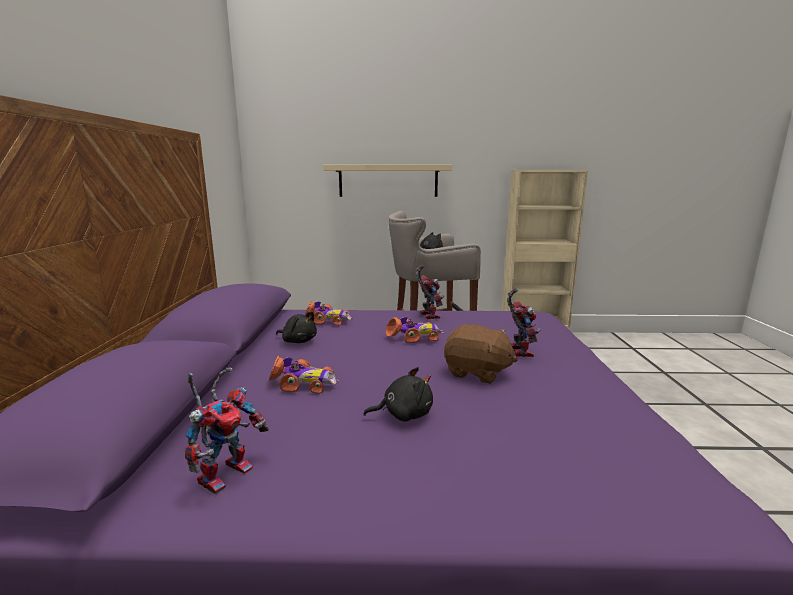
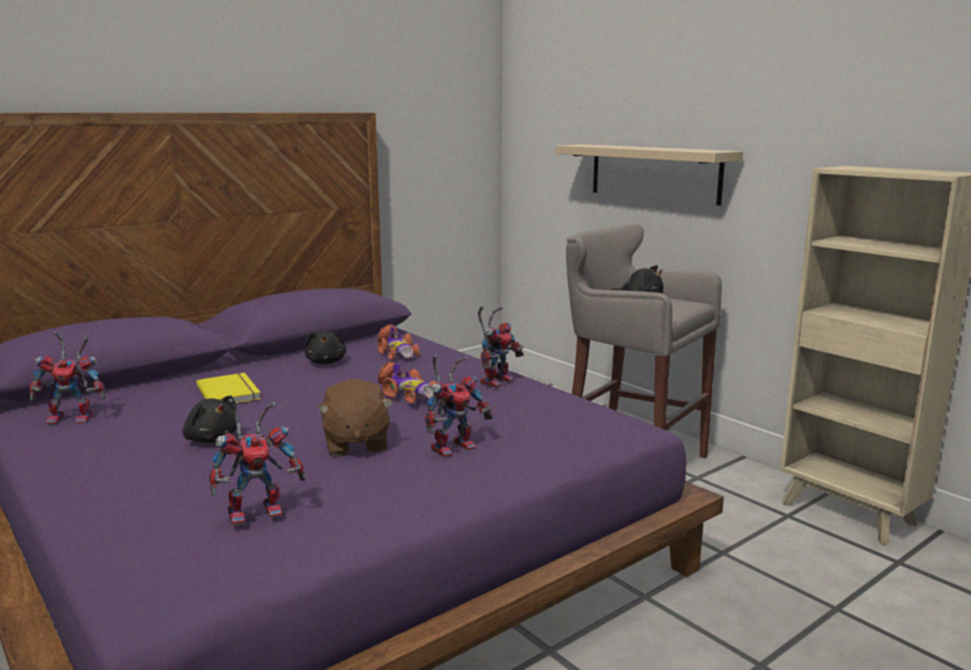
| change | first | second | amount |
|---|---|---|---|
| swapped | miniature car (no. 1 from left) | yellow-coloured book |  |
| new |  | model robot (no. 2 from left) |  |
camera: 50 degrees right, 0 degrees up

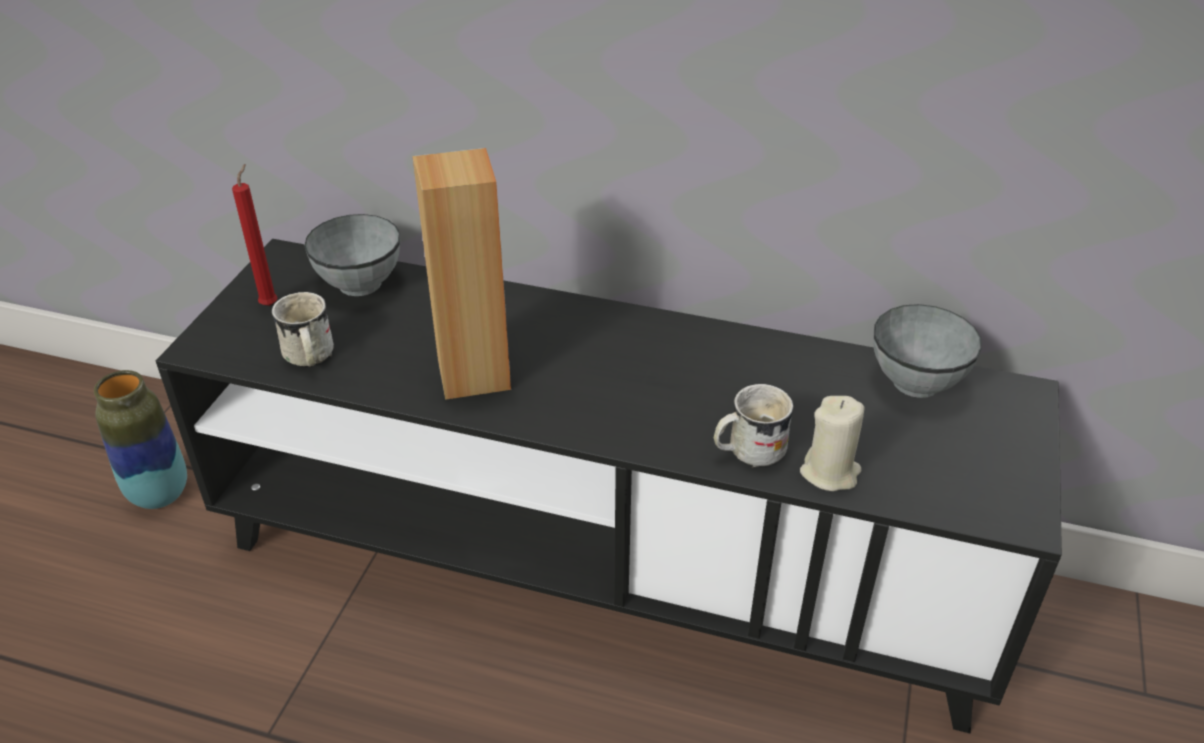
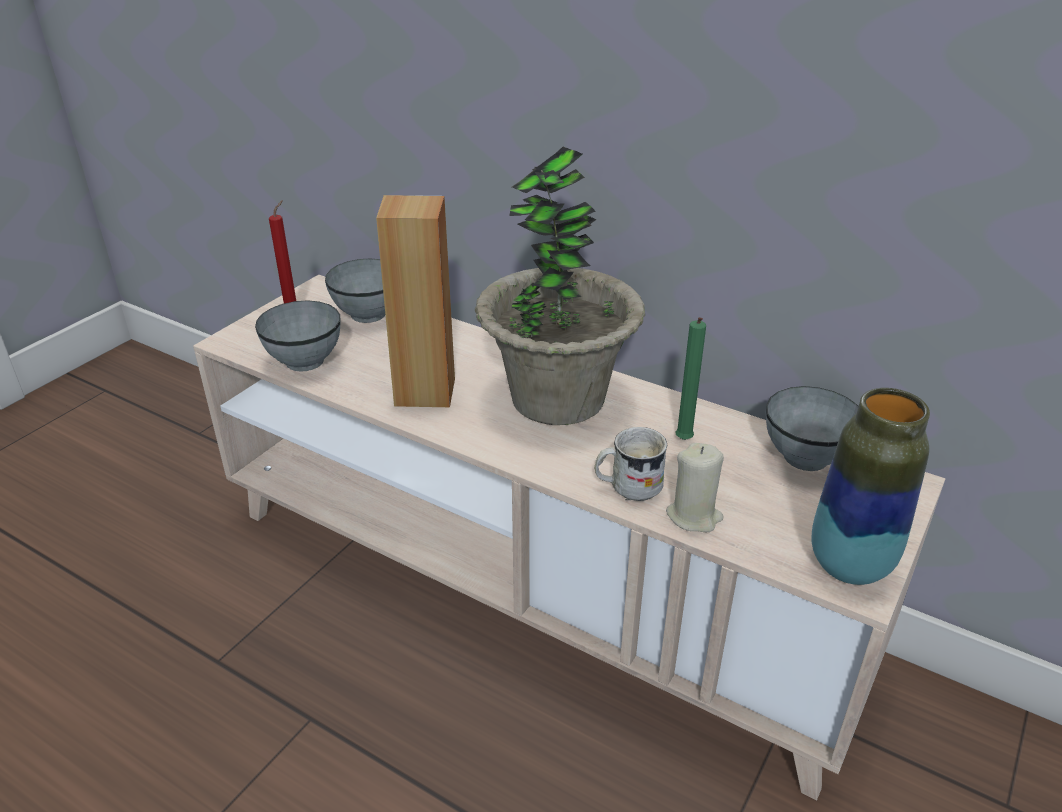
| change | first | second | amount |
|---|---|---|---|
| repainted | blackish media console | beige media console |  |
| swapped | white mug (no. 1 from left) | gray bowl (no. 1 from left) |  |
| new |  | houseplant |  |
| new |  | greenish wax candle |  |
| shifted | decorative vase |  |  |
camera: 15 degrees right, 5 degrees down

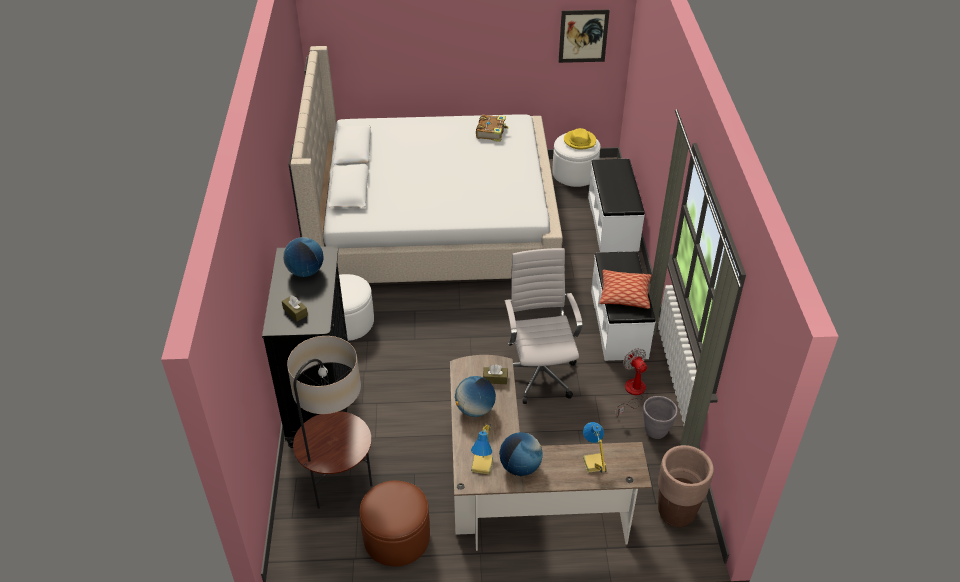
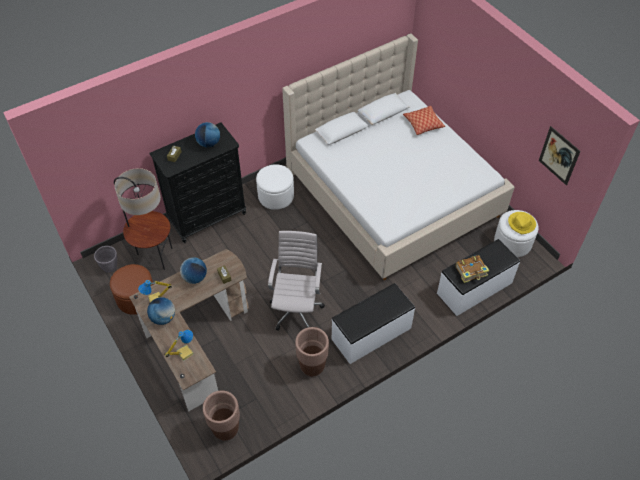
| change | first | second | amount |
|---|---|---|---|
| shifted | gray planter |  |  |
| rotated | white desk chair |  | 45 degrees counterclockwise |
| swapped | electric fan | brownish planter (no. 2 from left) |  |
| shifted | cushion |  |  |
| shifted | book |  |  |
camera: 60 degrees right, 10 degrees up

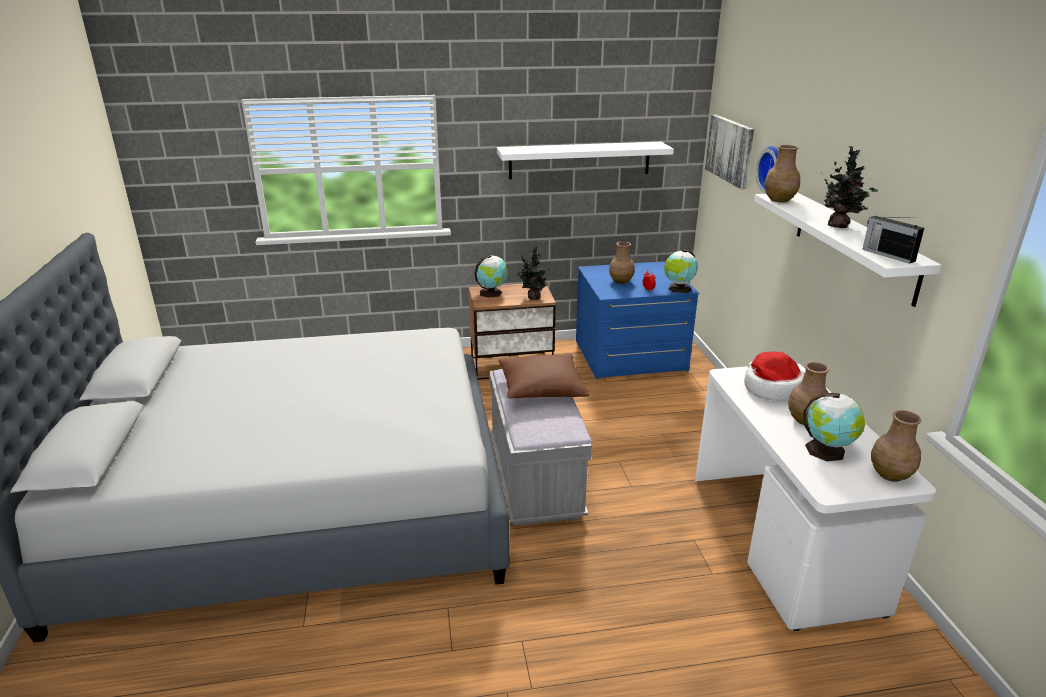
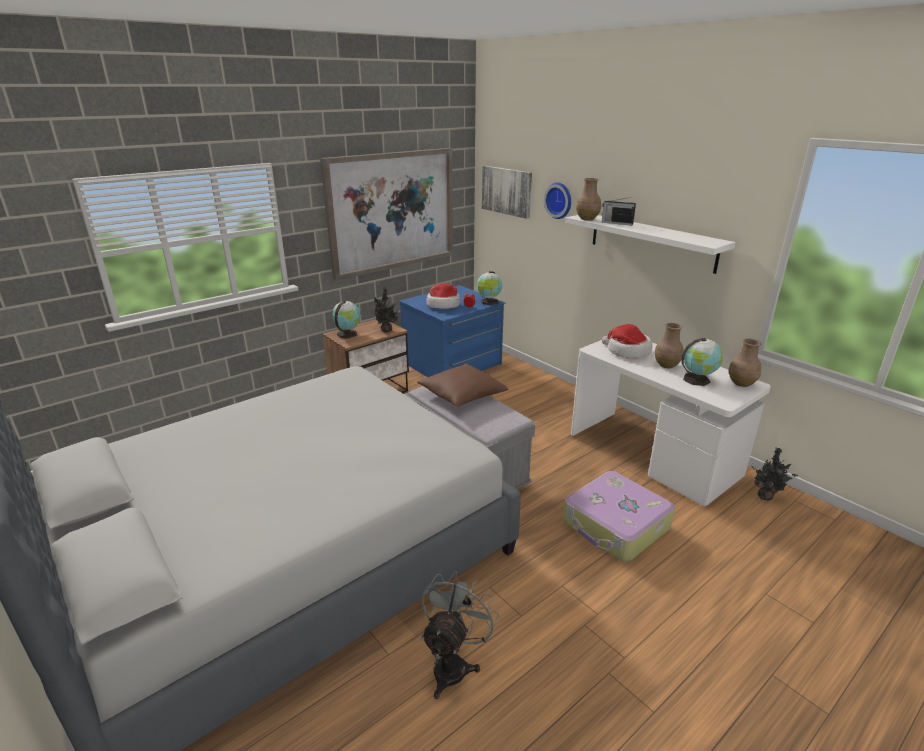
| change | first | second | amount |
|---|---|---|---|
| swapped | white wall shelf (no. 1 from left) | wall art (no. 1 from left) |  |
| new |  | gray electric fan |  |
| swapped | brownish decorative vase (no. 1 from left) | hat (no. 1 from left) |  |
| new |  | piece of luggage |  |
| shifted | radio set |  |  |
| shifted | houseplant (no. 2 from left) |  |  |
camera: 30 degrees left, 0 degrees up

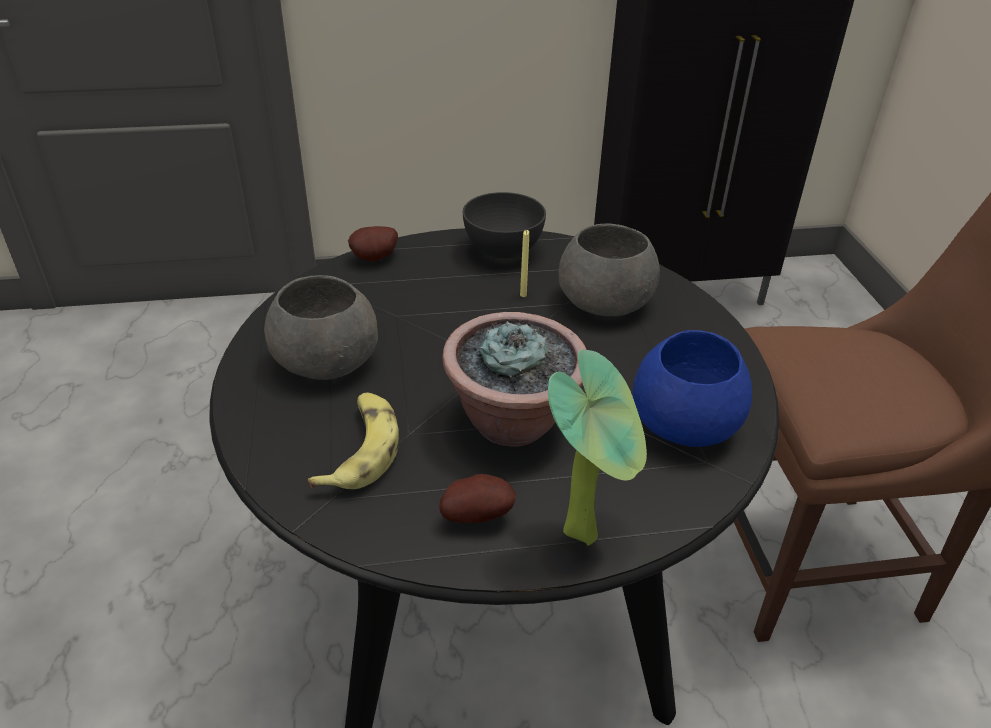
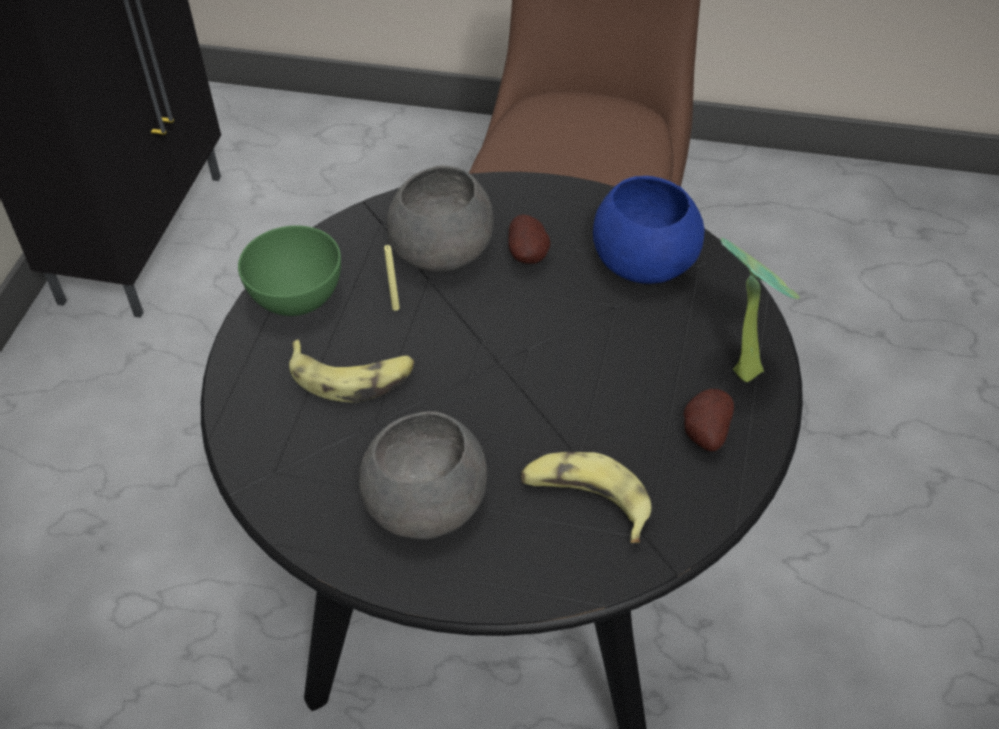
| change | first | second | amount |
|---|---|---|---|
| repainted | gray bowl (no. 2 from left) | greenish bowl |  |
| new |  | banana fruit (no. 1 from left) |  |
| shifted | potato (no. 1 from left) |  |  |
| gone | houseplant (no. 1 from left) |  |  |
camera: 65 degrees left, 10 degrees up

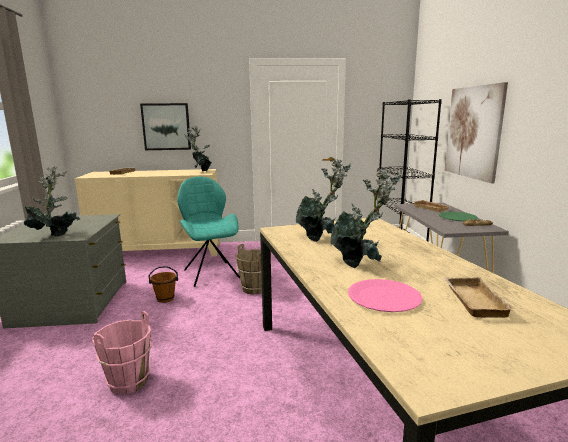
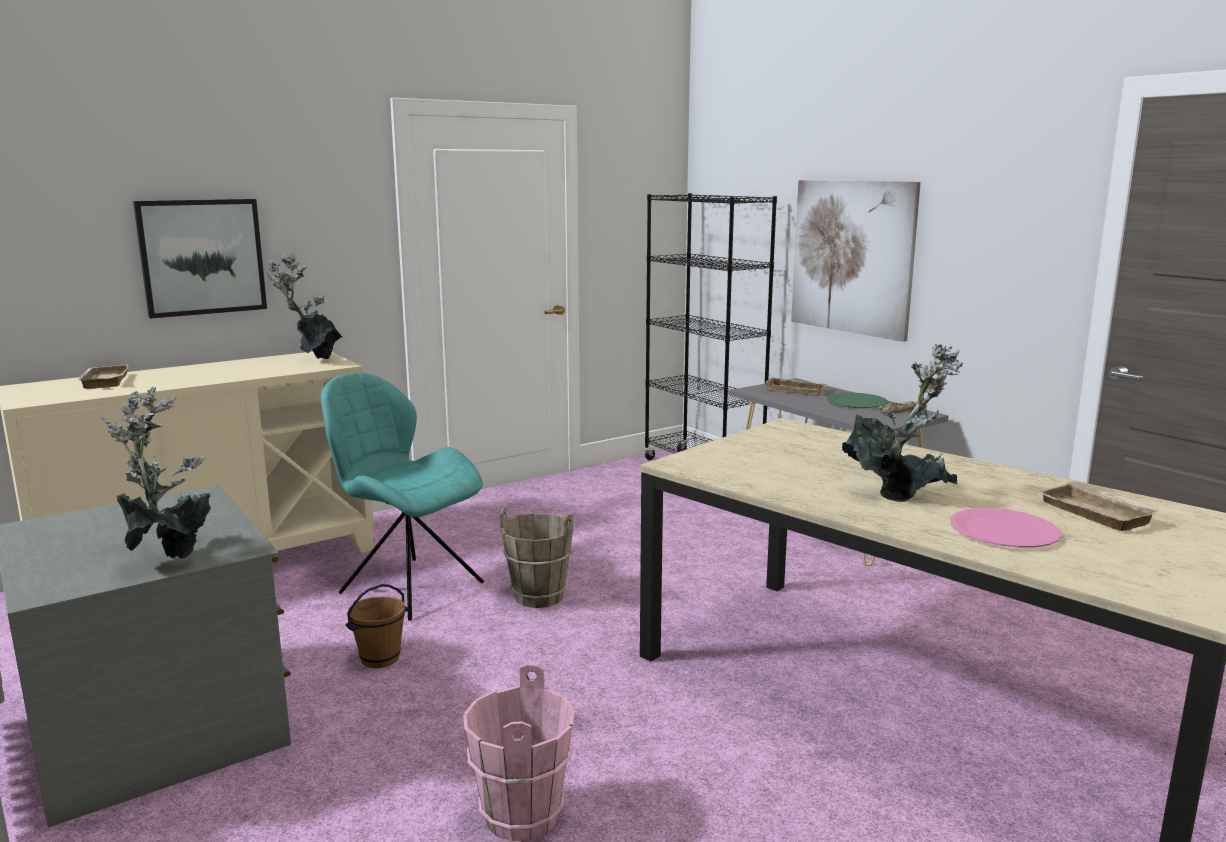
| change | first | second | amount |
|---|---|---|---|
| gone | houseplant (no. 3 from left) |  |  |
camera: 30 degrees left, 0 degrees up

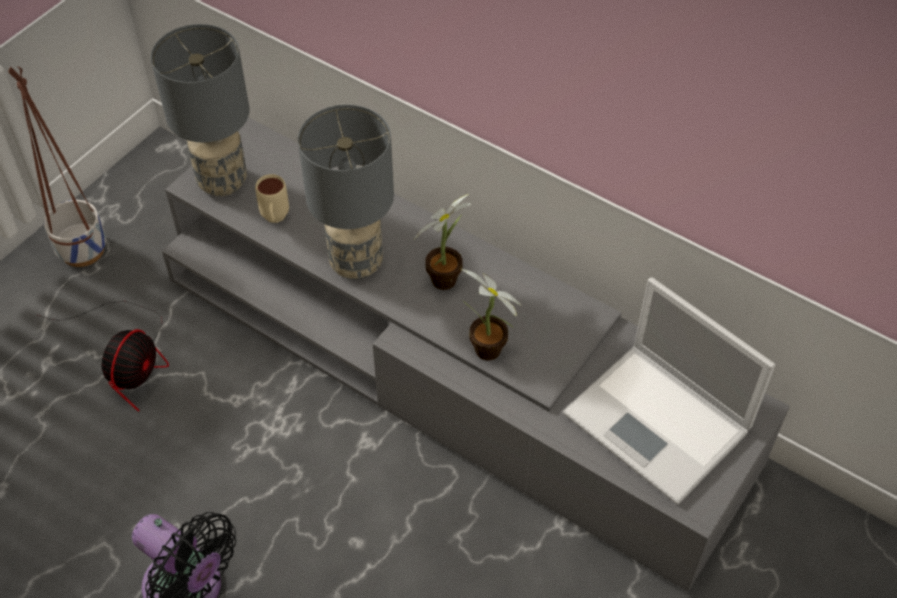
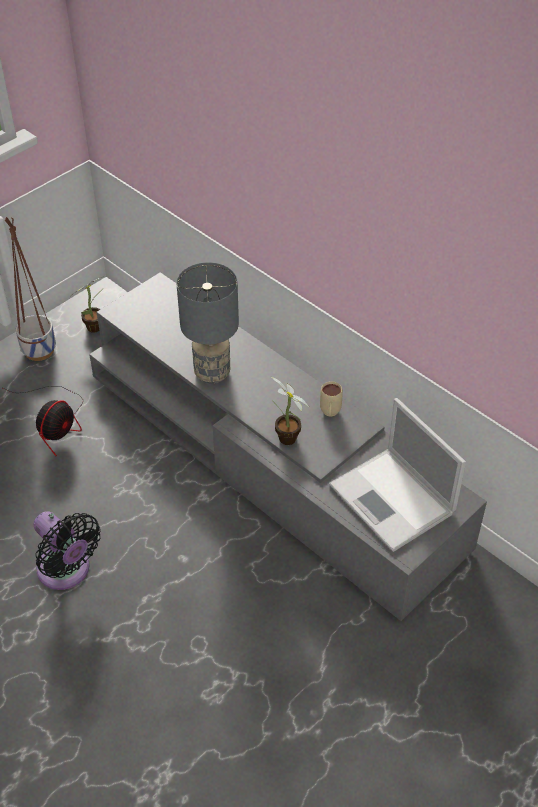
| change | first | second | amount |
|---|---|---|---|
| shifted | houseplant (no. 1 from left) |  |  |
| shifted | beige mug |  |  |
| gone | gray tabletop lamp (no. 1 from left) |  |  |
camera: 10 degrees right, 5 degrees down

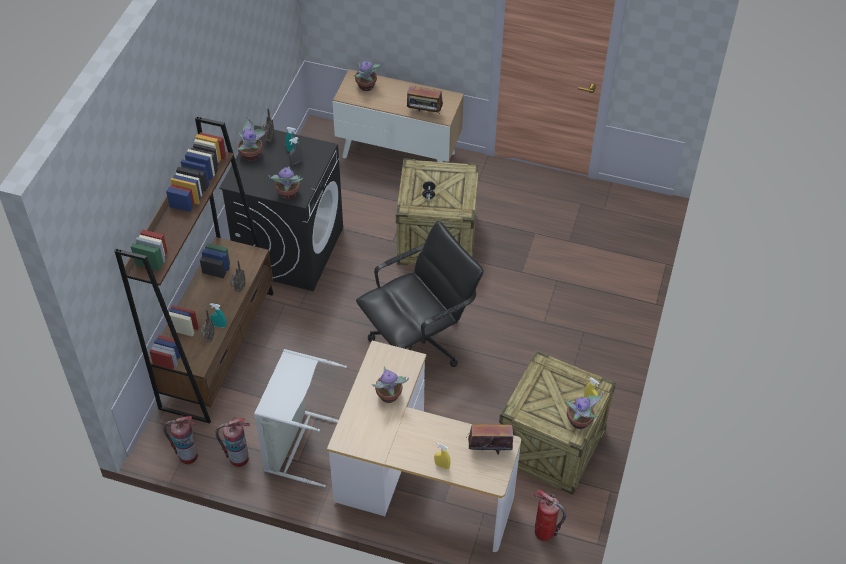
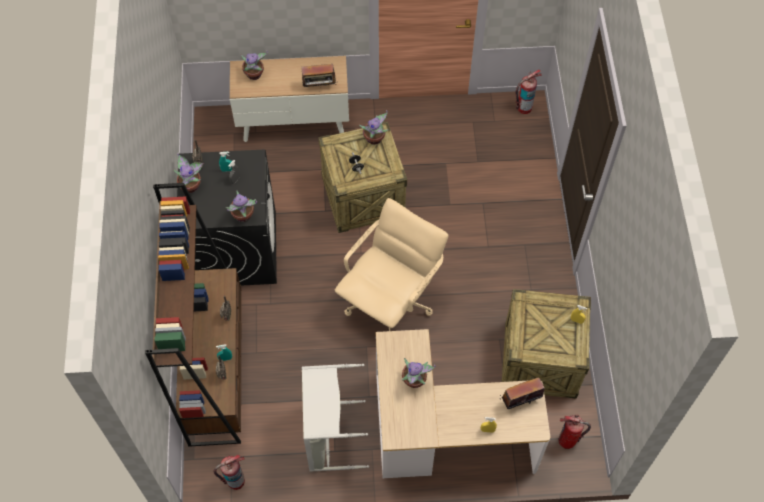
| change | first | second | amount |
|---|---|---|---|
| repainted | blackish desk chair | beige desk chair |  |
| shifted | houseplant (no. 5 from left in the first image) | houseplant (no. 4 from left) |  |
| shifted | extinguisher (no. 2 from left) |  |  |
camera: 20 degrees left, 10 degrees up

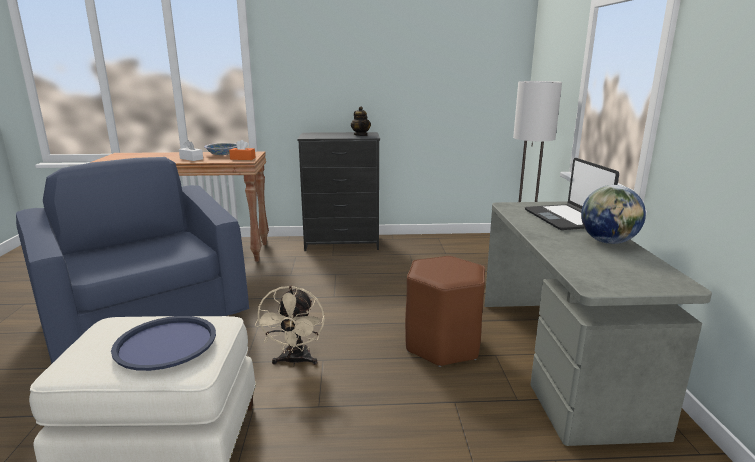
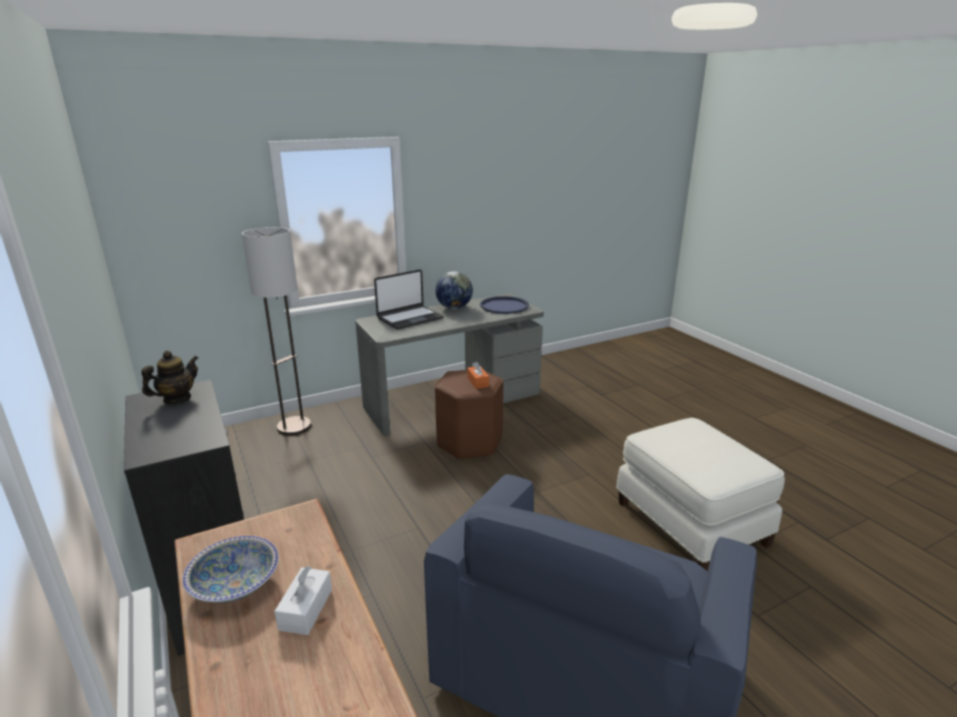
| change | first | second | amount |
|---|---|---|---|
| shifted | orangey box of tissues |  |  |
| shifted | blue serving tray |  |  |
| gone | beige electric fan |  |  |
camera: 115 degrees left, 5 degrees up

